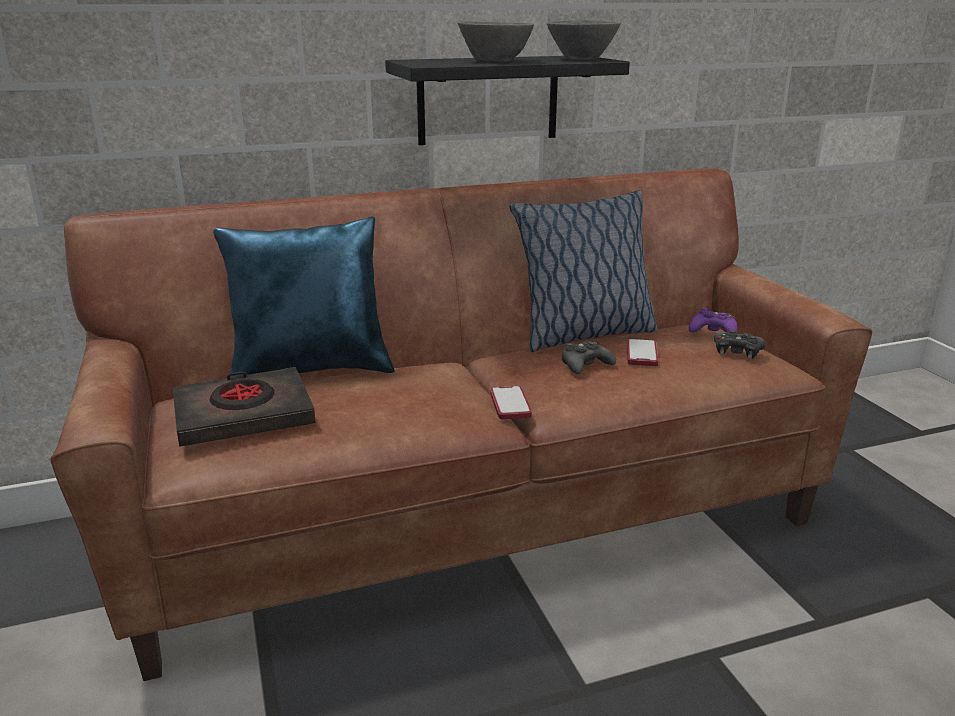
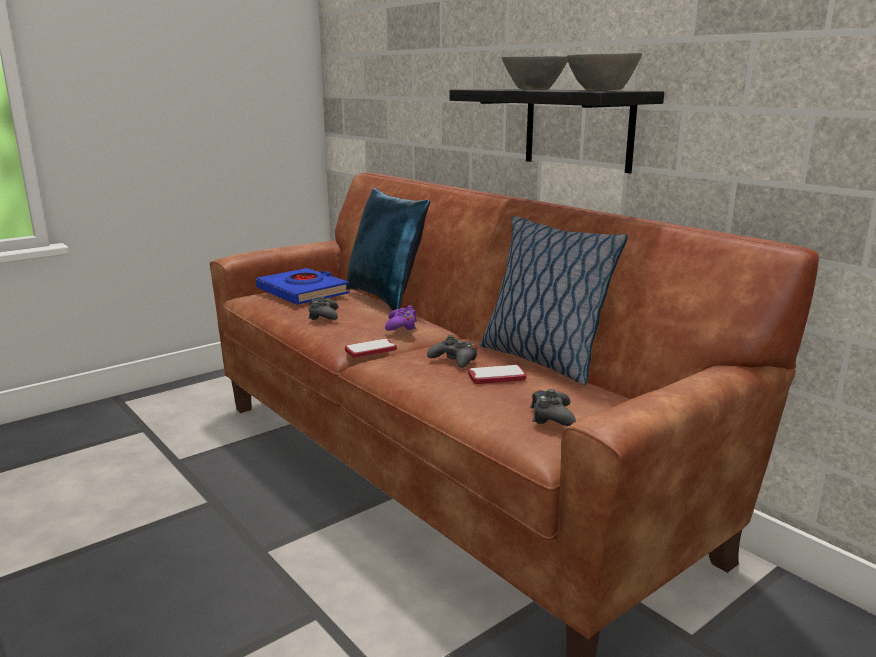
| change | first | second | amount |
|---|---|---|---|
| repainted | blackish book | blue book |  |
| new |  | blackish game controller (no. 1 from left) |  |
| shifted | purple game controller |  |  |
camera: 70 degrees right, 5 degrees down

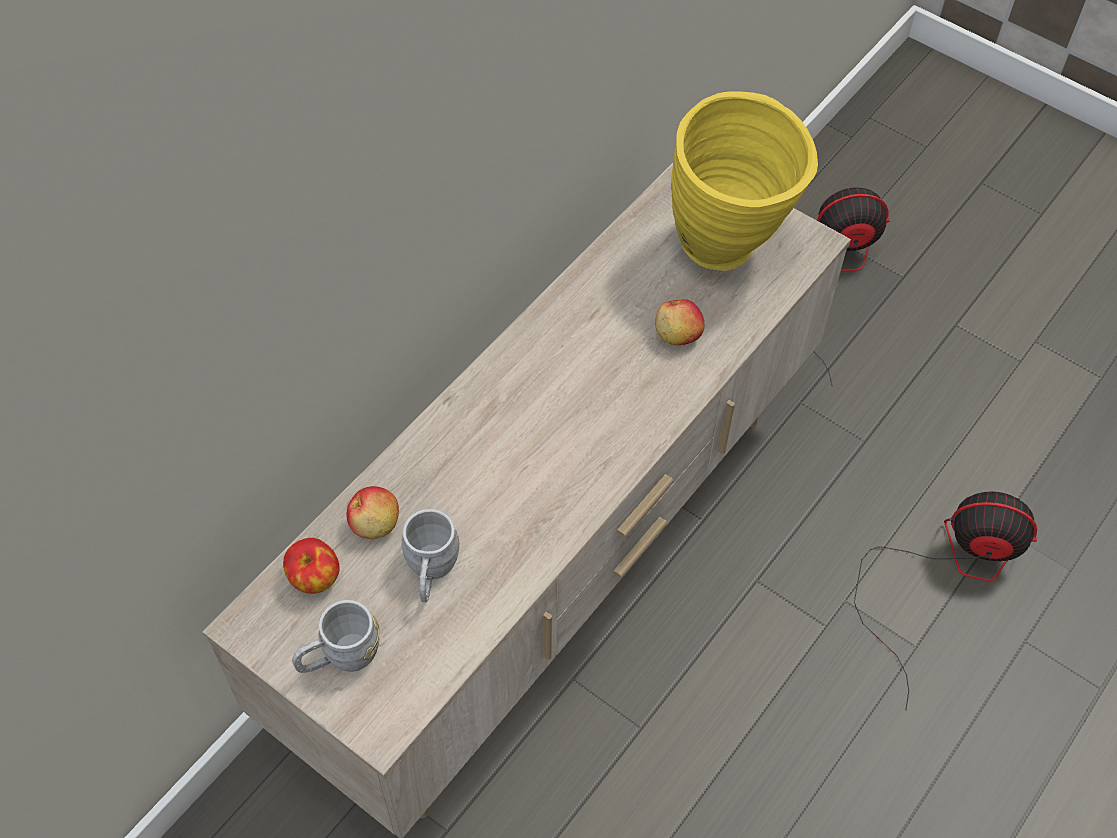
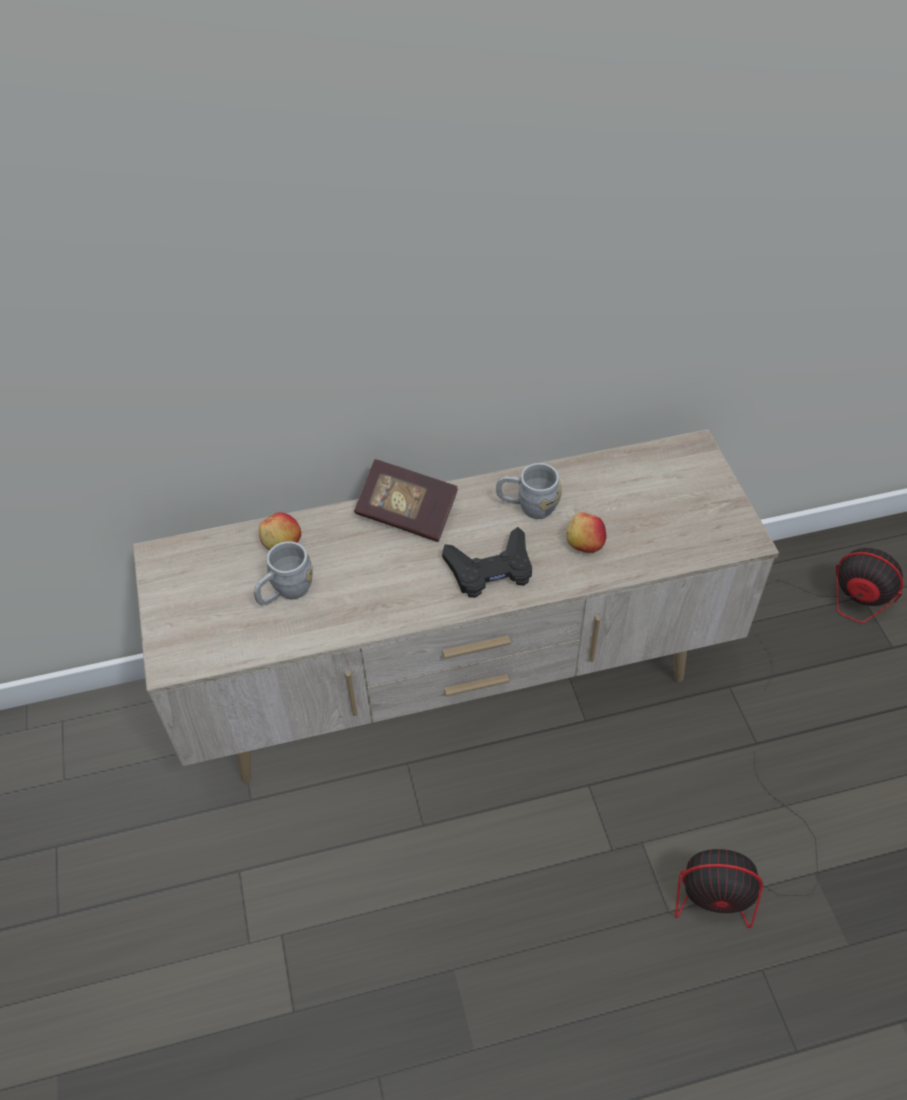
| change | first | second | amount |
|---|---|---|---|
| new |  | book |  |
| new |  | blackish game controller |  |
| shifted | gray mug (no. 1 from left in the first image) | gray mug (no. 2 from left) |  |
| rotated | electric fan (no. 2 from left in the first image) | electric fan (no. 1 from left) | 135 degrees clockwise |
| gone | apple (no. 1 from left) |  |  |
| gone | yellow-coloured decorative vase |  |  |
camera: 40 degrees right, 5 degrees down

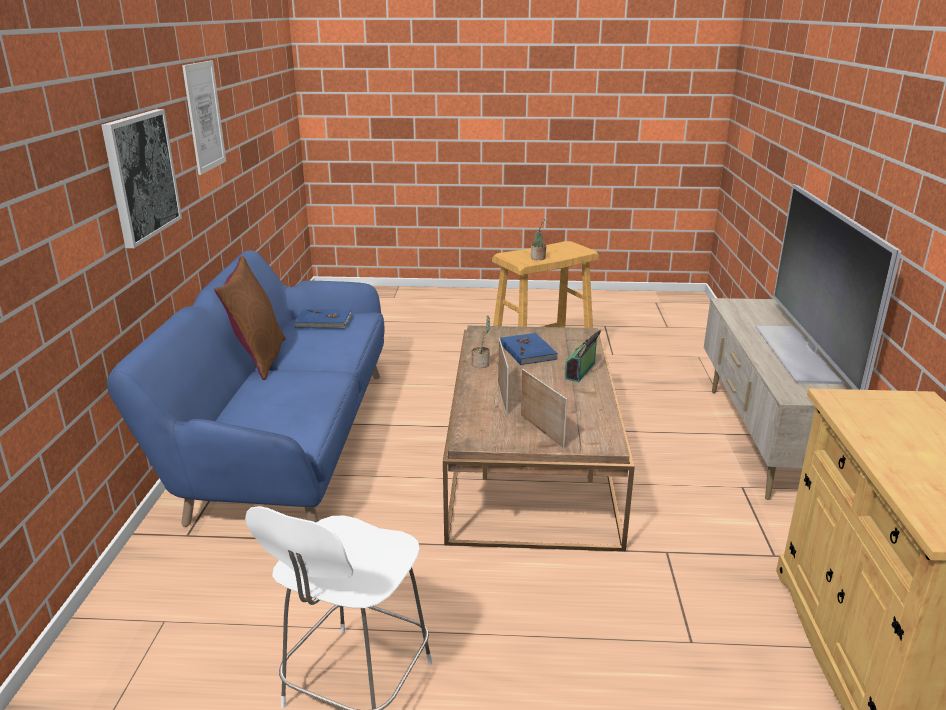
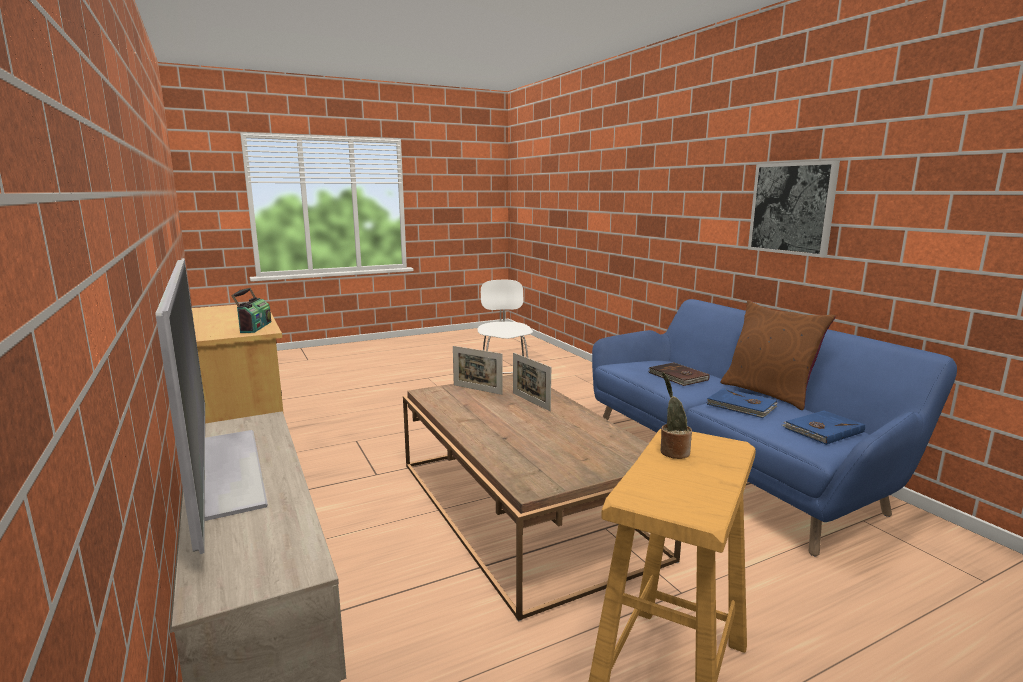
| change | first | second | amount |
|---|---|---|---|
| shifted | radio set |  |  |
| new |  | brownish book |  |
| shifted | blue book (no. 2 from left in the first image) | blue book (no. 1 from left) |  |
| gone | wall art (no. 2 from left) |  |  |
| gone | houseplant (no. 1 from left) |  |  |
camera: 150 degrees right, 10 degrees down

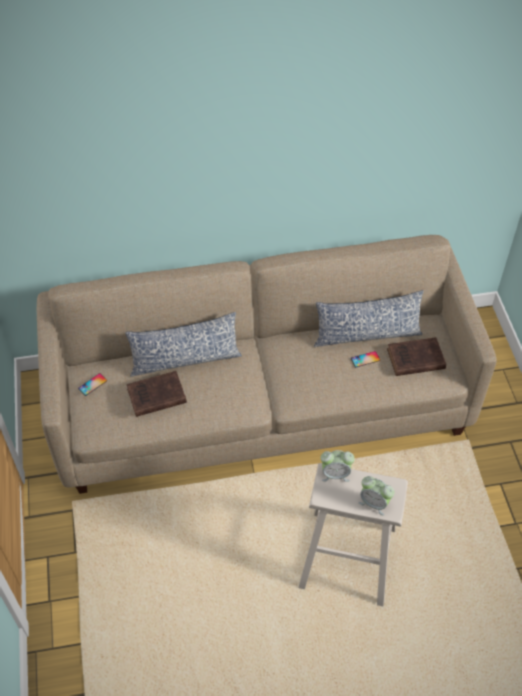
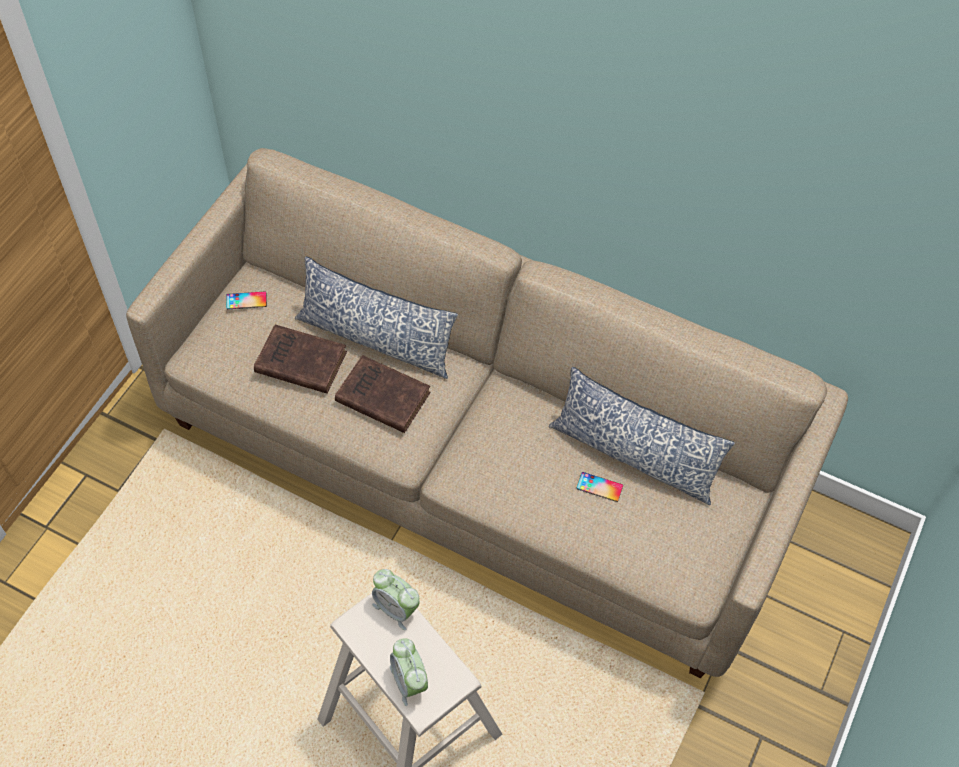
| change | first | second | amount |
|---|---|---|---|
| shifted | brownish book (no. 2 from left) |  |  |
camera: 35 degrees right, 5 degrees up

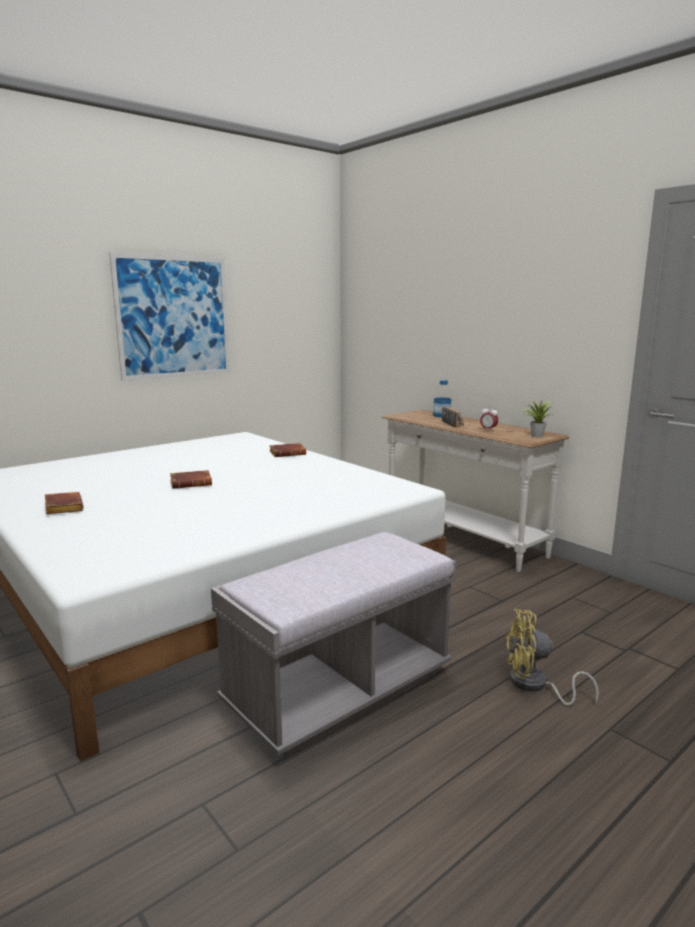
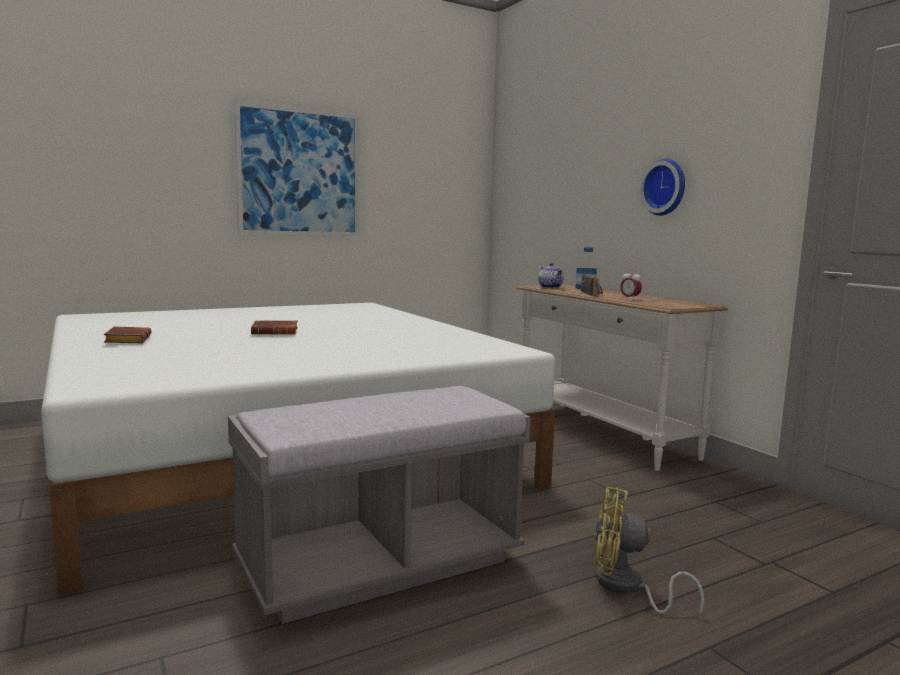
| change | first | second | amount |
|---|---|---|---|
| new |  | pot for tea |  |
| new |  | wall clock |  |
| gone | brownish book (no. 3 from left) |  |  |
| gone | houseplant |  |  |
camera: 10 degrees right, 5 degrees down

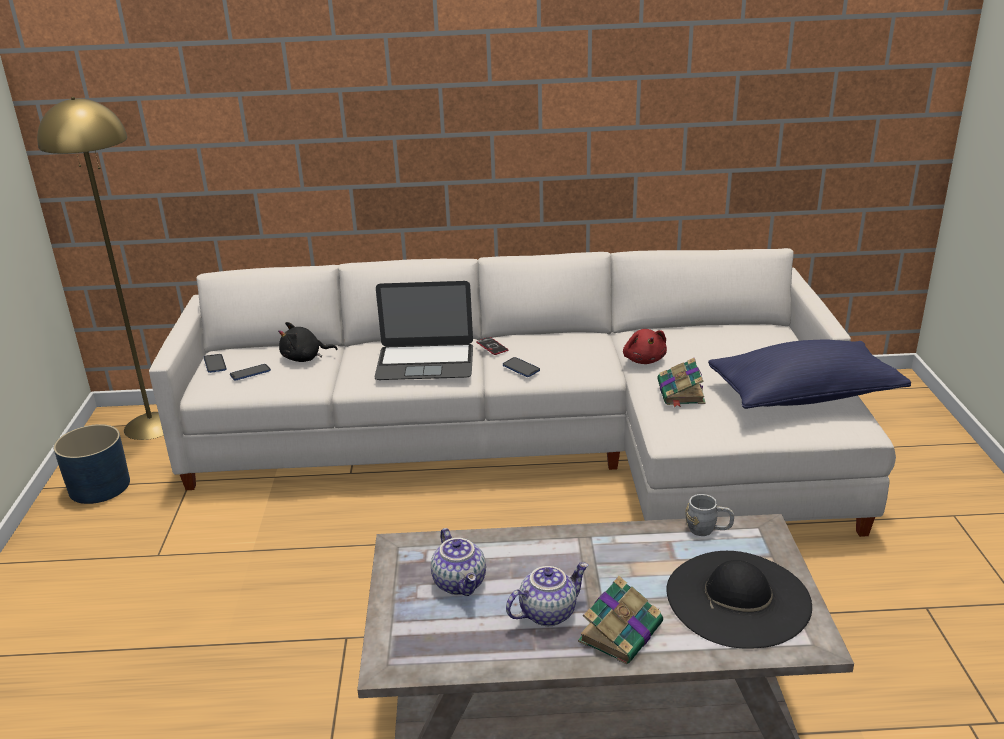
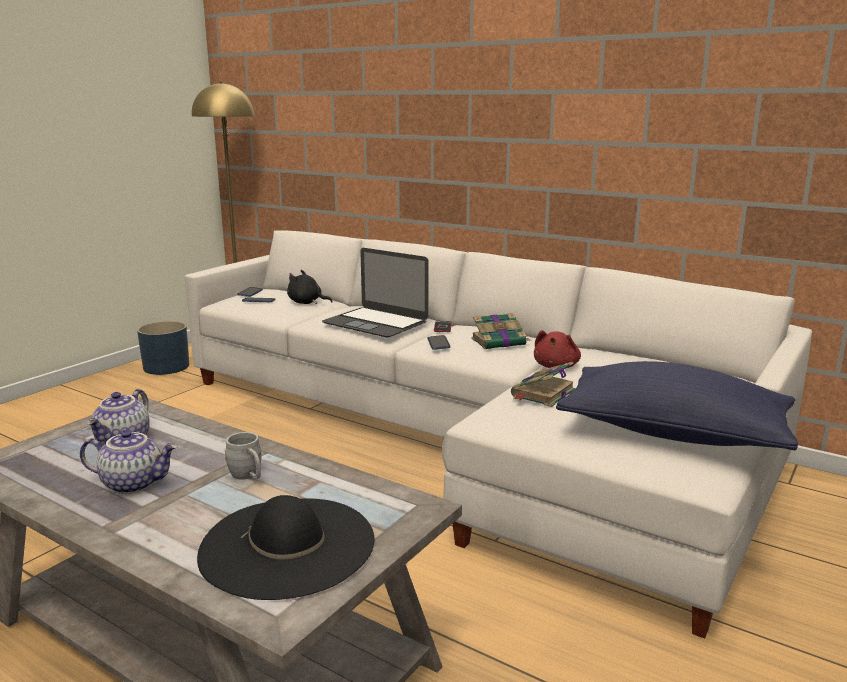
| change | first | second | amount |
|---|---|---|---|
| shifted | gray mug |  |  |
| shifted | book (no. 1 from left) |  |  |
camera: 35 degrees right, 10 degrees down

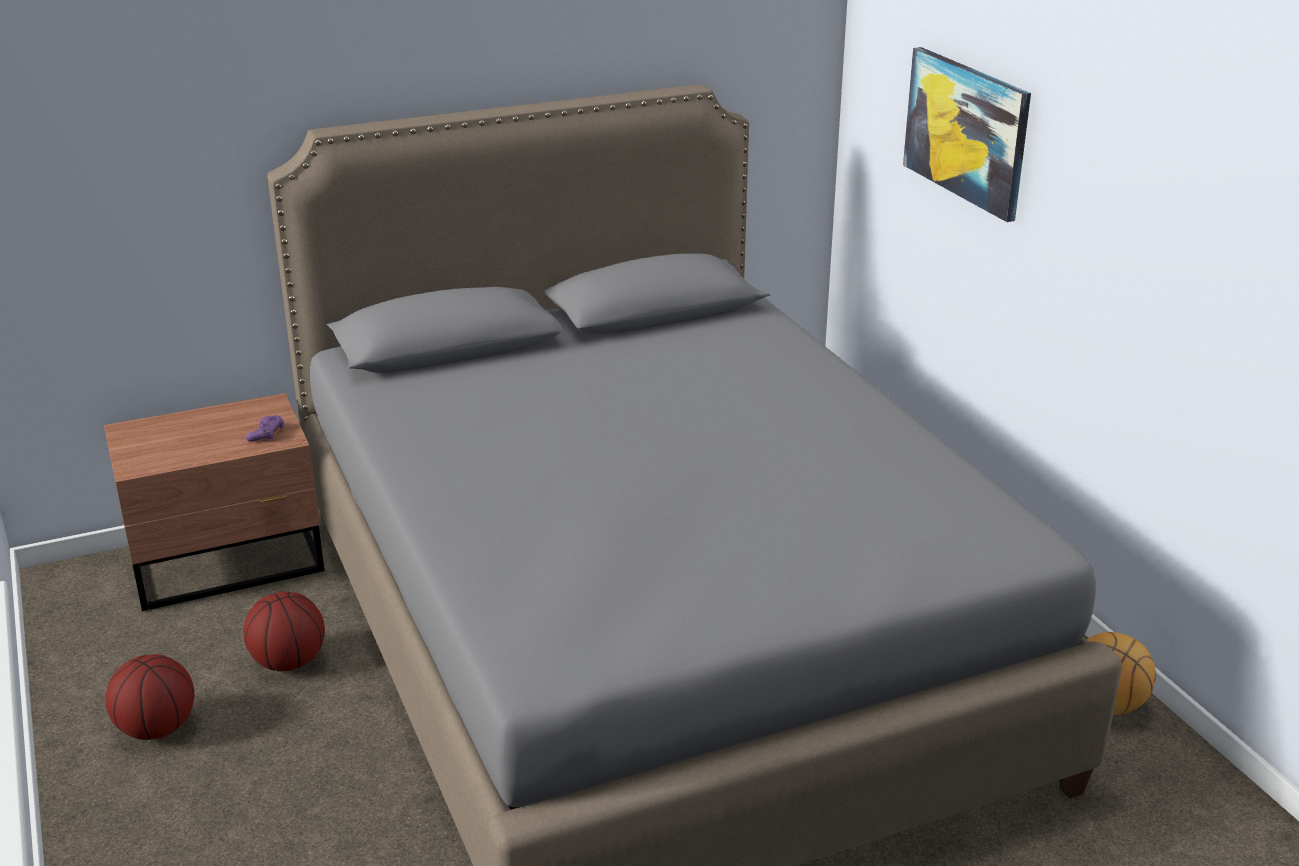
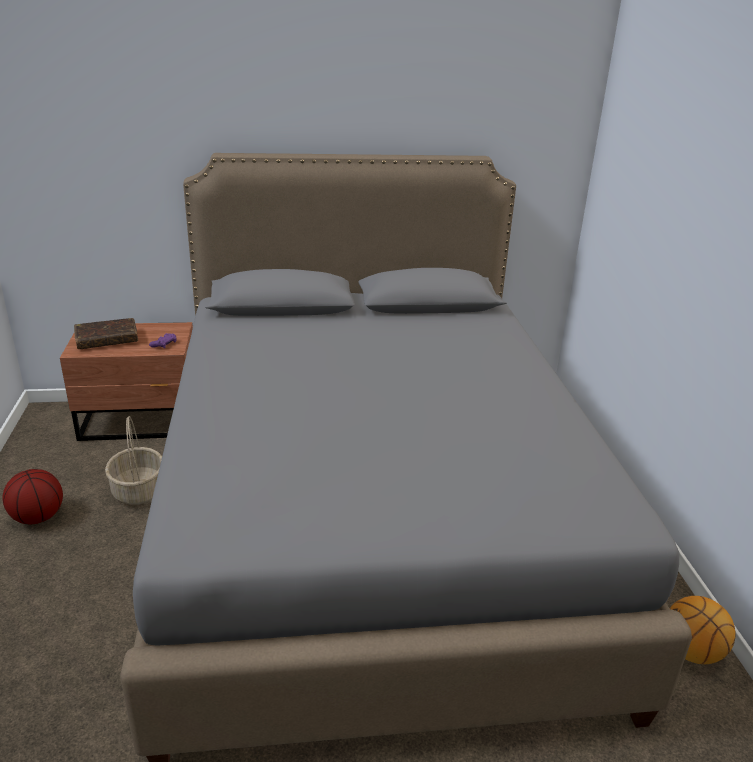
| change | first | second | amount |
|---|---|---|---|
| new |  | brownish book |  |
| swapped | basketball ball (no. 2 from left) | household basket |  |
| gone | wall art |  |  |
camera: 15 degrees right, 0 degrees up

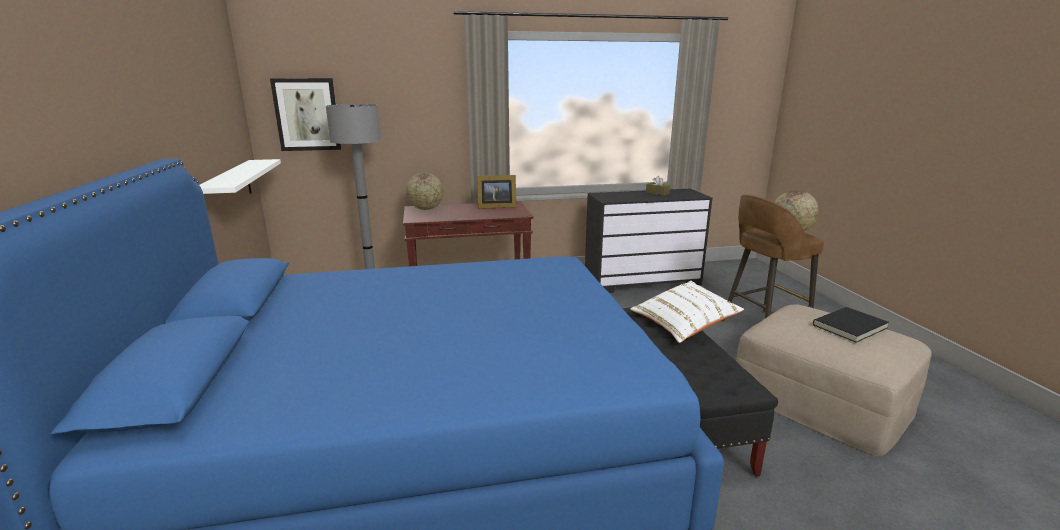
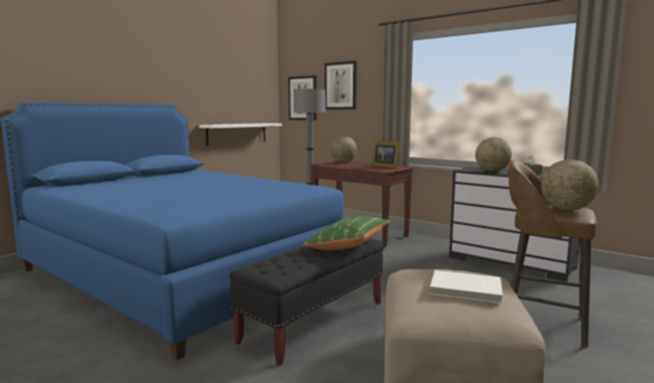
| change | first | second | amount |
|---|---|---|---|
| repainted | white cushion | greenish cushion |  |
| new |  | wall art (no. 2 from left) |  |
| repainted | blackish book | white book |  |
| new |  | globe (no. 2 from left) |  |
camera: 50 degrees right, 10 degrees down

